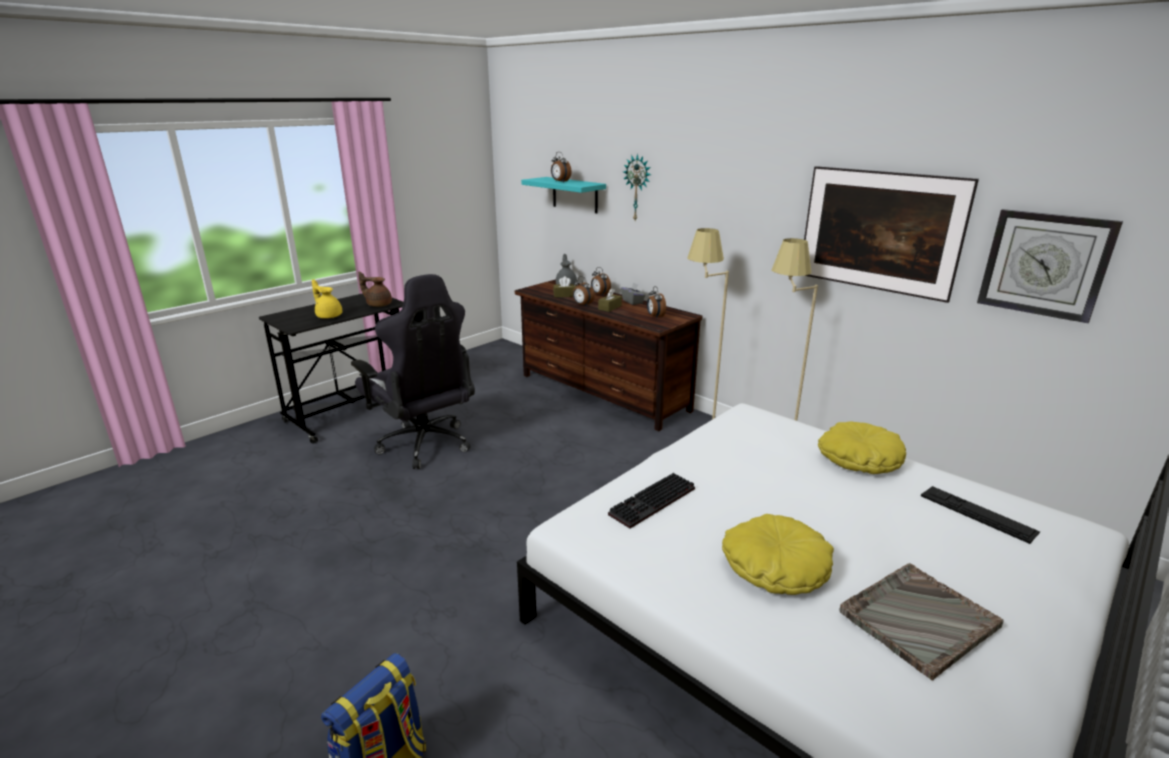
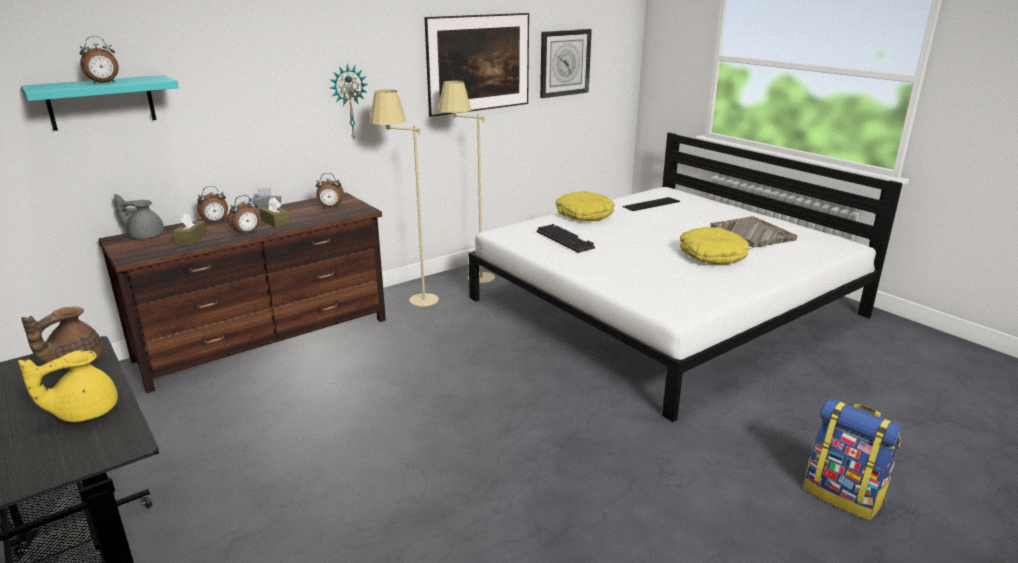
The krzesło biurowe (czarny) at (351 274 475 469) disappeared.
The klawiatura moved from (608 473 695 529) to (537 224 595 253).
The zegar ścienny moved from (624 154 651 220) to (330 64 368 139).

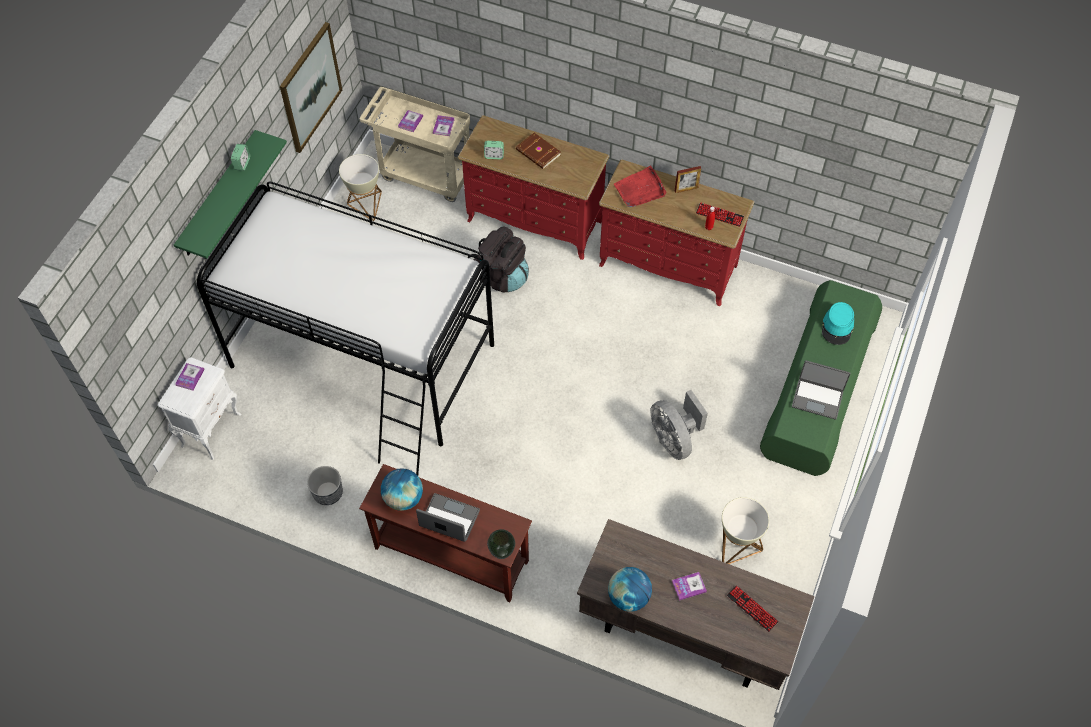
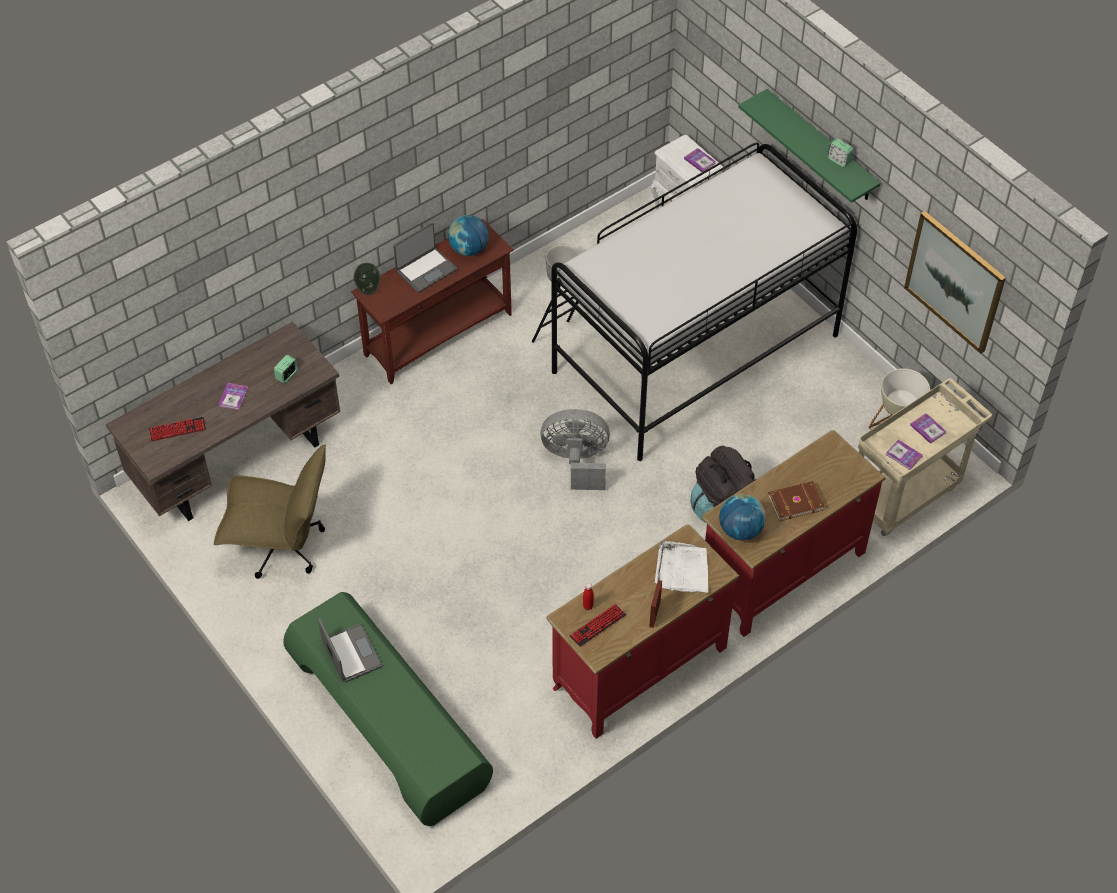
The kapelusz (turkusowy) at (822 302 854 345) disappeared.
The budzik moved from (484 141 504 159) to (274 355 297 384).
The globus moved from (608 567 652 612) to (719 494 766 540).
The wentylator (szary) moved from (650 390 708 460) to (540 409 610 490).
The donica at (722 497 769 564) was replaced by the krzesło biurowe (beżowy) at (214 444 326 579).
The taca (czerwony) at (614 166 666 207) became the taca (biały) at (655 541 708 593).
The laptop at (792 360 850 420) turned 105 degrees clockwise.

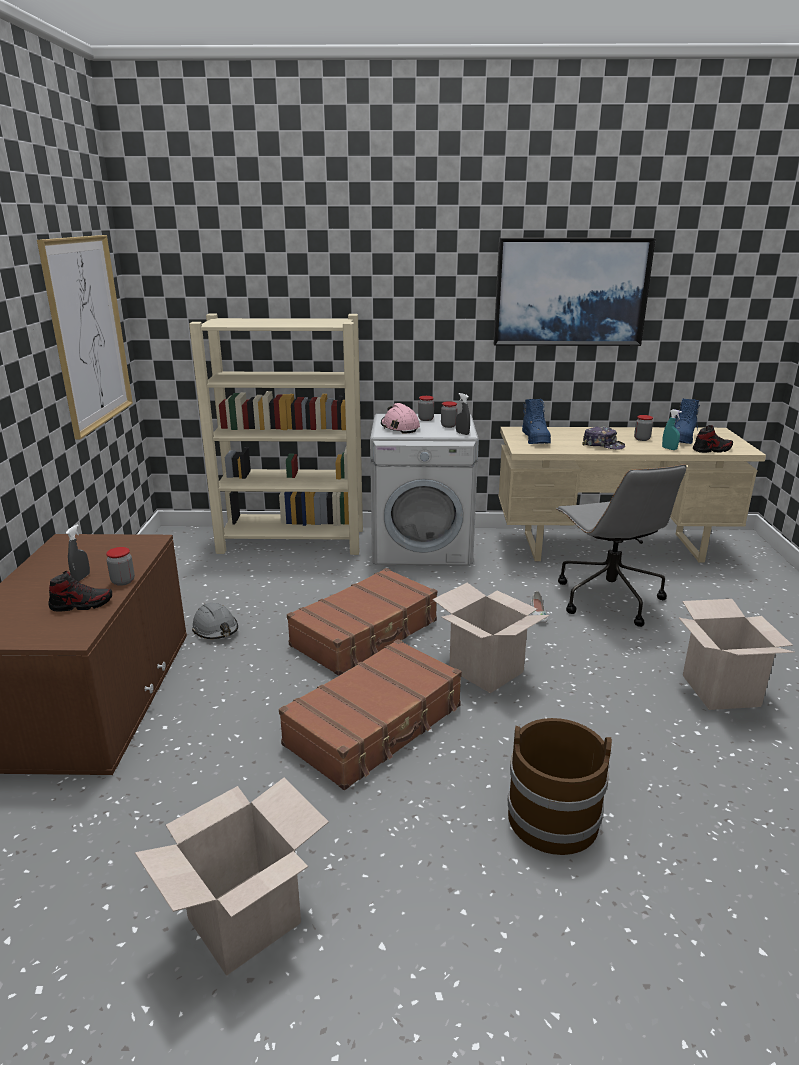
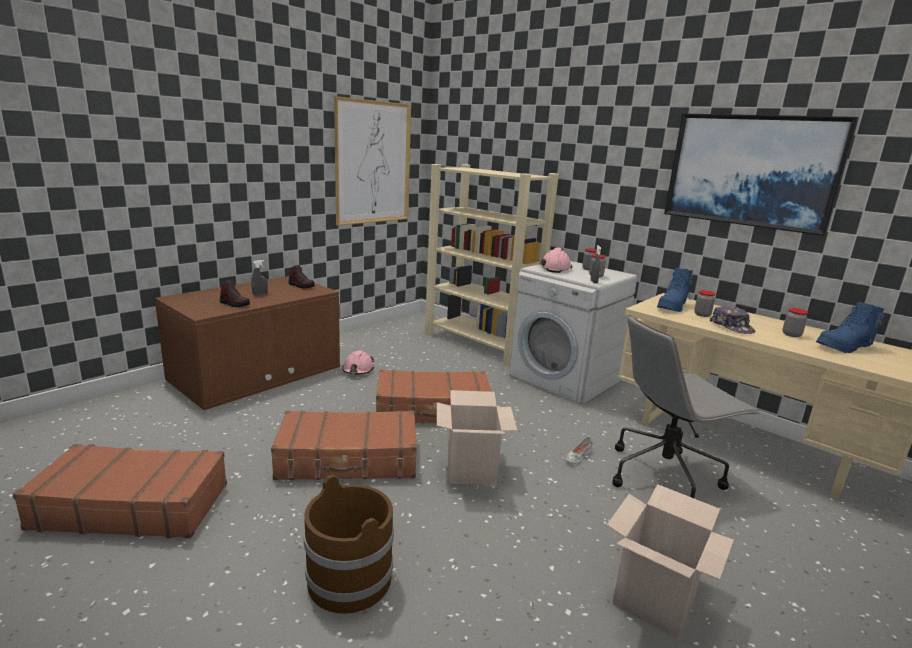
The spryskiwacz (turkusowy) at (662 409 682 450) disappeared.
The słoik moved from (106 547 135 586) to (694 290 716 317).
The but moved from (693 425 733 453) to (288 265 315 288).
The karton at (135 778 329 976) was replaced by the walizka (brązowy) at (12 444 227 538).
The kask (szary) at (192 603 238 639) became the kask (różowy) at (342 350 374 374).
The krzesło biurowe (szary) at (556 464 687 627) turned 45 degrees clockwise.

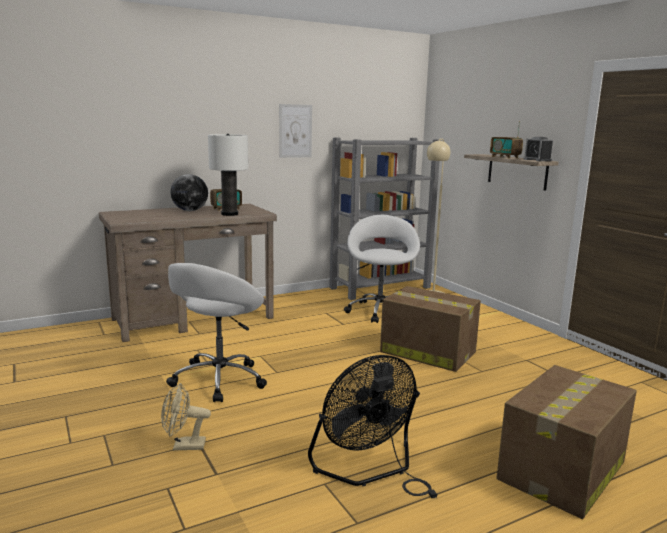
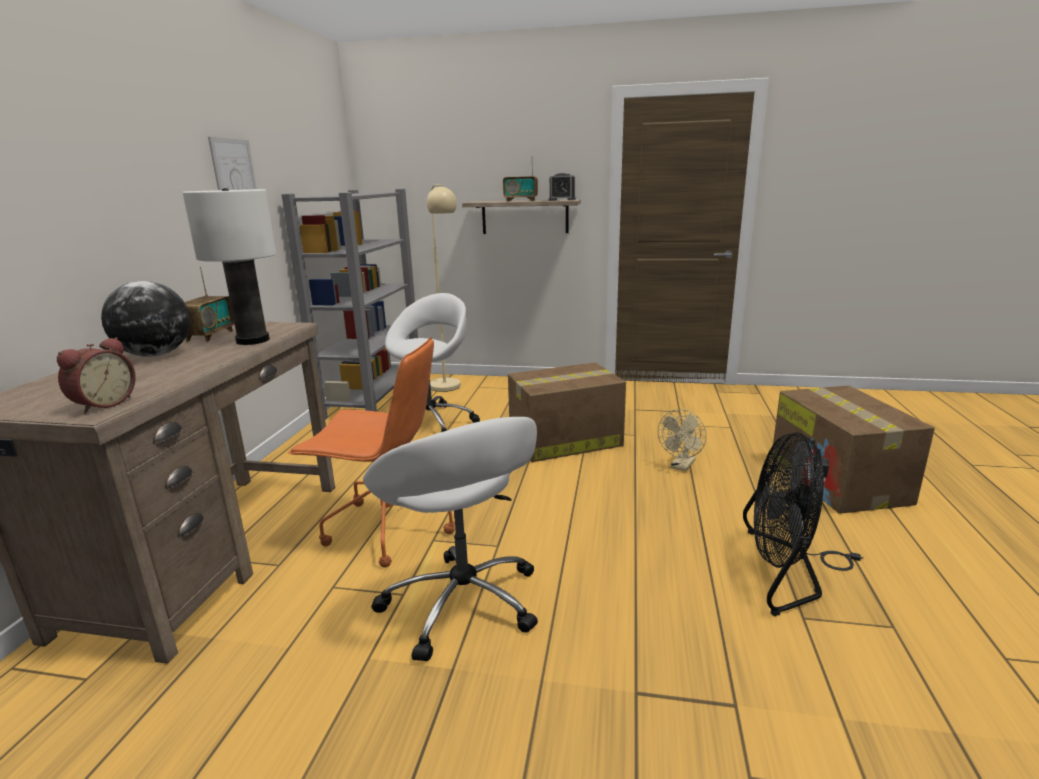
The budzik at (57 337 136 414) appeared.
The krzesło biurowe (pomarańczowy) at (288 337 455 568) appeared.
The wentylator (beżowy) moved from (161 383 211 451) to (658 409 707 471).
The krzesło biurowe (biały) at (344 215 420 323) turned 90 degrees clockwise.

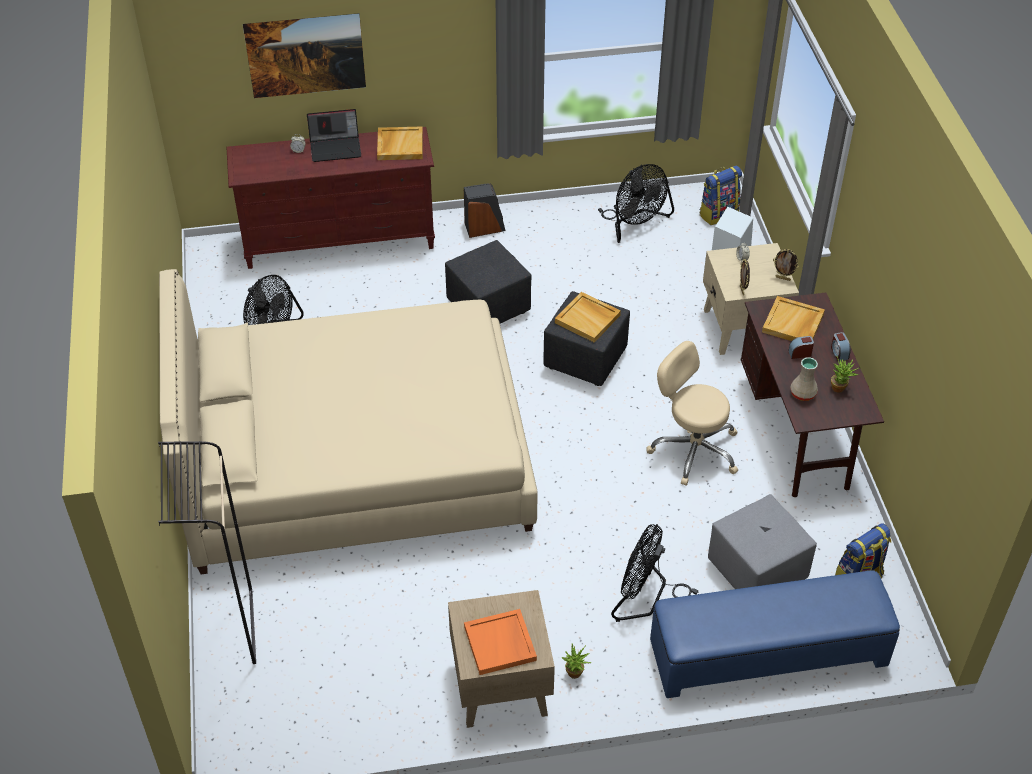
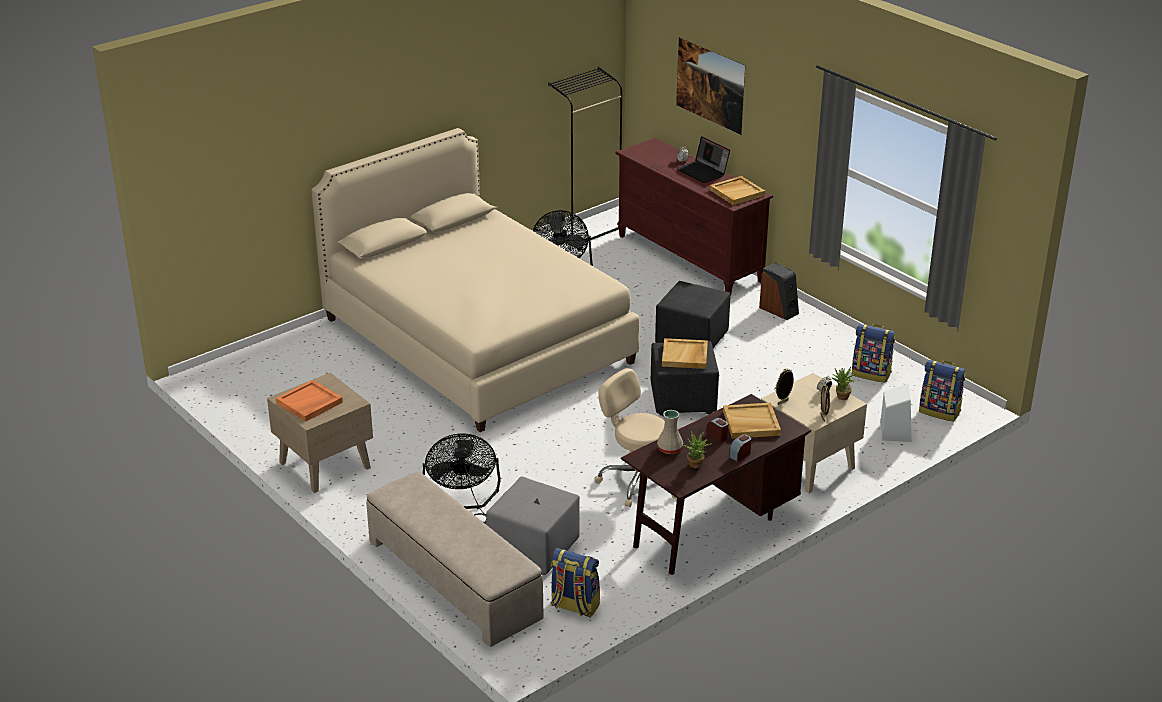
The wieszak (czarny) moved from (158 441 256 664) to (548 66 622 243).
The roślina doniczkowa moved from (561 643 592 679) to (831 367 857 400).
The wentylator (czarny) at (598 164 674 243) was replaced by the plecak at (852 324 895 383).
The ławka (niebieski) at (650 570 900 698) became the ławka (beżowy) at (366 472 544 647).
The krzesło biurowe (beżowy) at (646 341 738 486) turned 60 degrees counterclockwise.

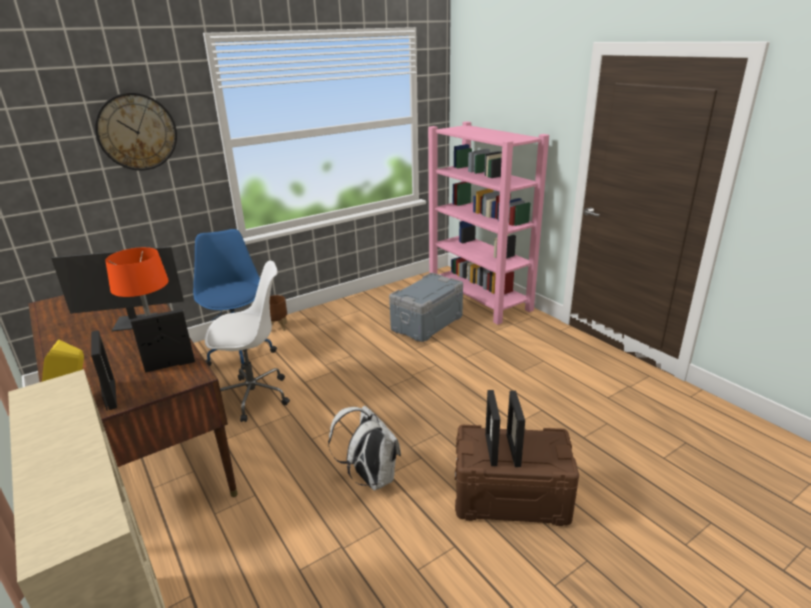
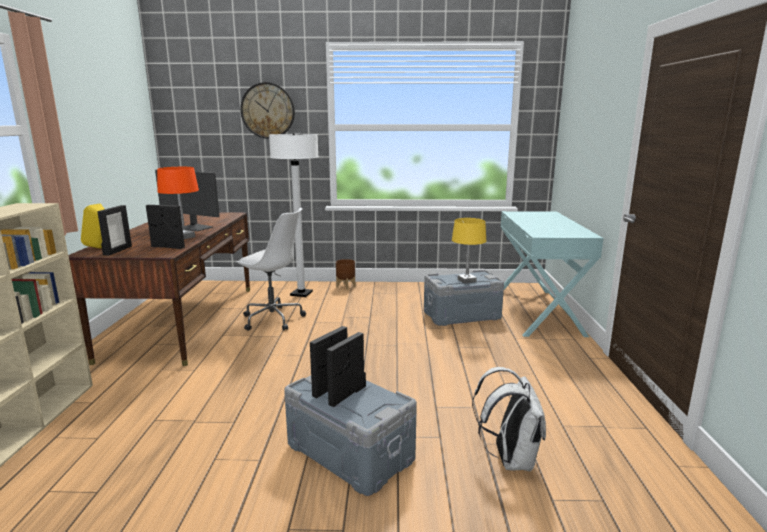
The lampa stołowa (żółty) at (452 218 486 284) appeared.
The plecak (biały) moved from (328 405 401 491) to (472 367 546 472).
The krzesło biurowe (niebieski) at (193 229 277 370) was replaced by the lampa stojąca (biały) at (269 134 319 297).
The regał (różowy) at (428 121 549 325) was replaced by the biurko (turkusowy) at (501 211 604 337).
The pojemnik do przechowywania (brązowy) at (455 425 579 526) became the pojemnik do przechowywania (szary) at (284 376 417 496).

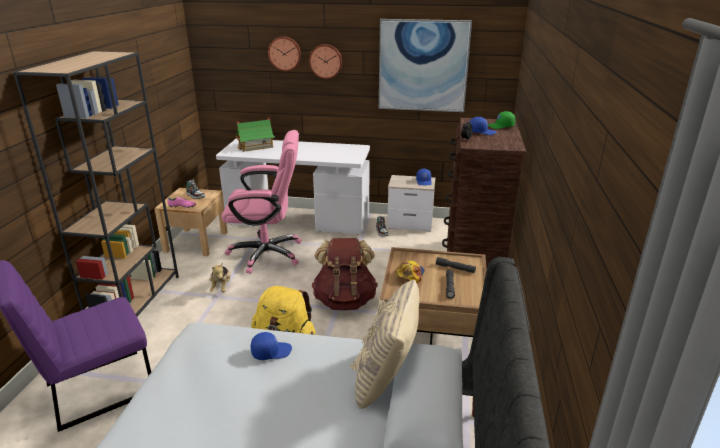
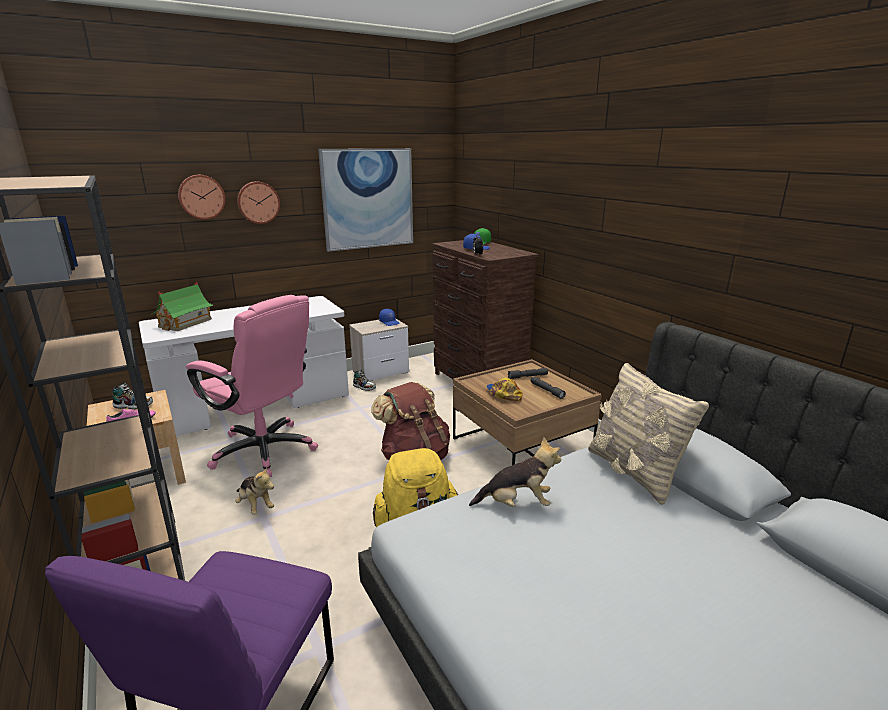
The czapka z daszkiem (niebieski) at (251 332 292 360) was replaced by the pluszak at (469 437 561 507).
The krzesło biurowe (różowy) at (222 130 302 274) turned 75 degrees clockwise.

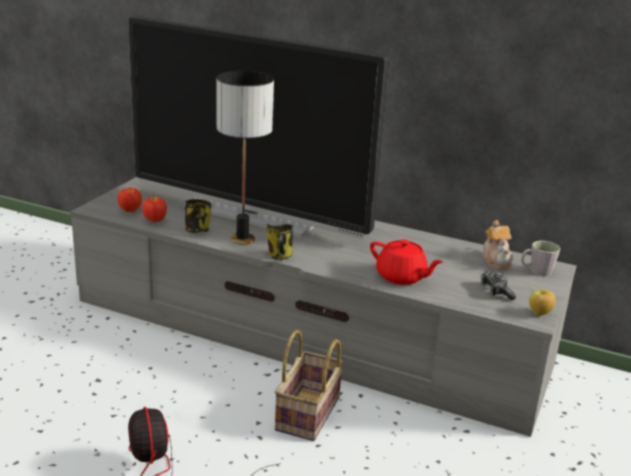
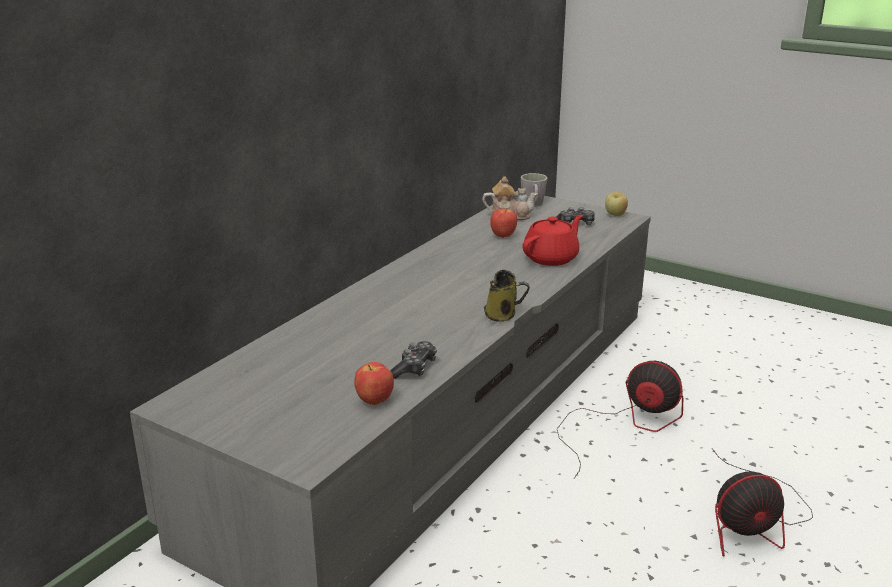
The telewizor at (128 16 389 239) disappeared.
The lampa stołowa at (217 71 274 245) disappeared.
The jabłko moved from (118 187 142 212) to (490 208 517 238).
The kubek at (185 199 212 233) was replaced by the pad do gier at (390 341 437 379).
The koszyk at (275 330 344 441) was replaced by the wentylator at (557 361 683 479).

